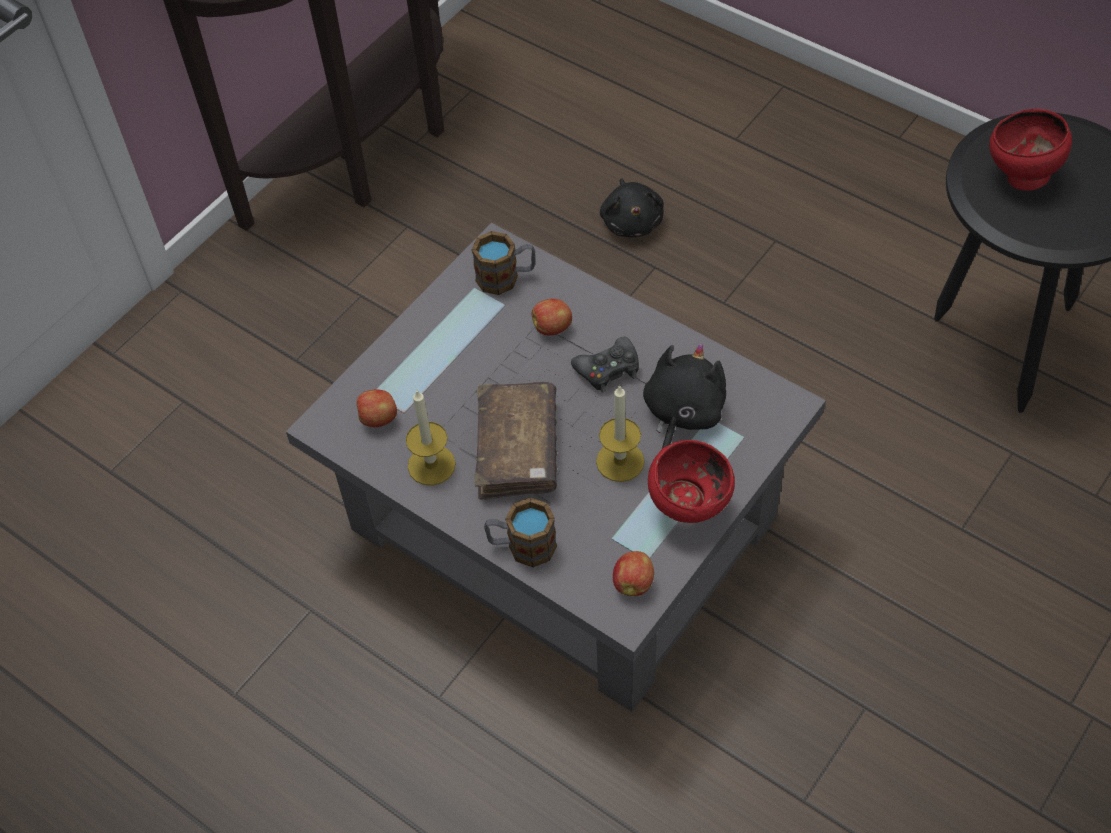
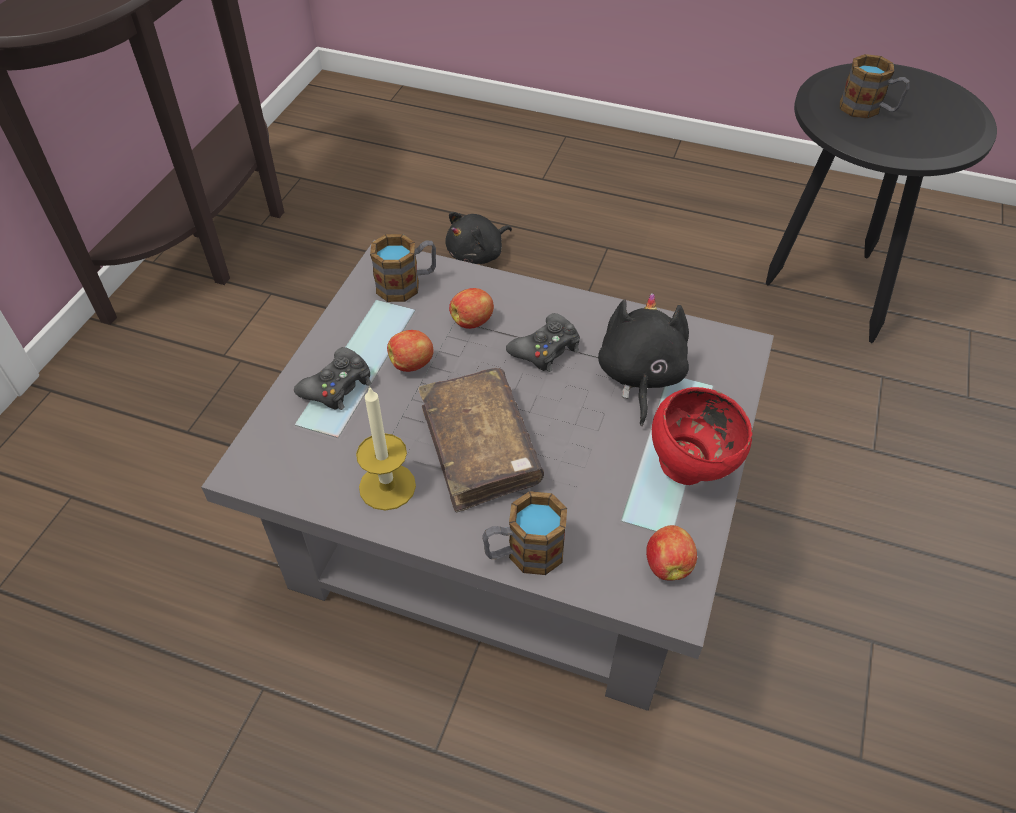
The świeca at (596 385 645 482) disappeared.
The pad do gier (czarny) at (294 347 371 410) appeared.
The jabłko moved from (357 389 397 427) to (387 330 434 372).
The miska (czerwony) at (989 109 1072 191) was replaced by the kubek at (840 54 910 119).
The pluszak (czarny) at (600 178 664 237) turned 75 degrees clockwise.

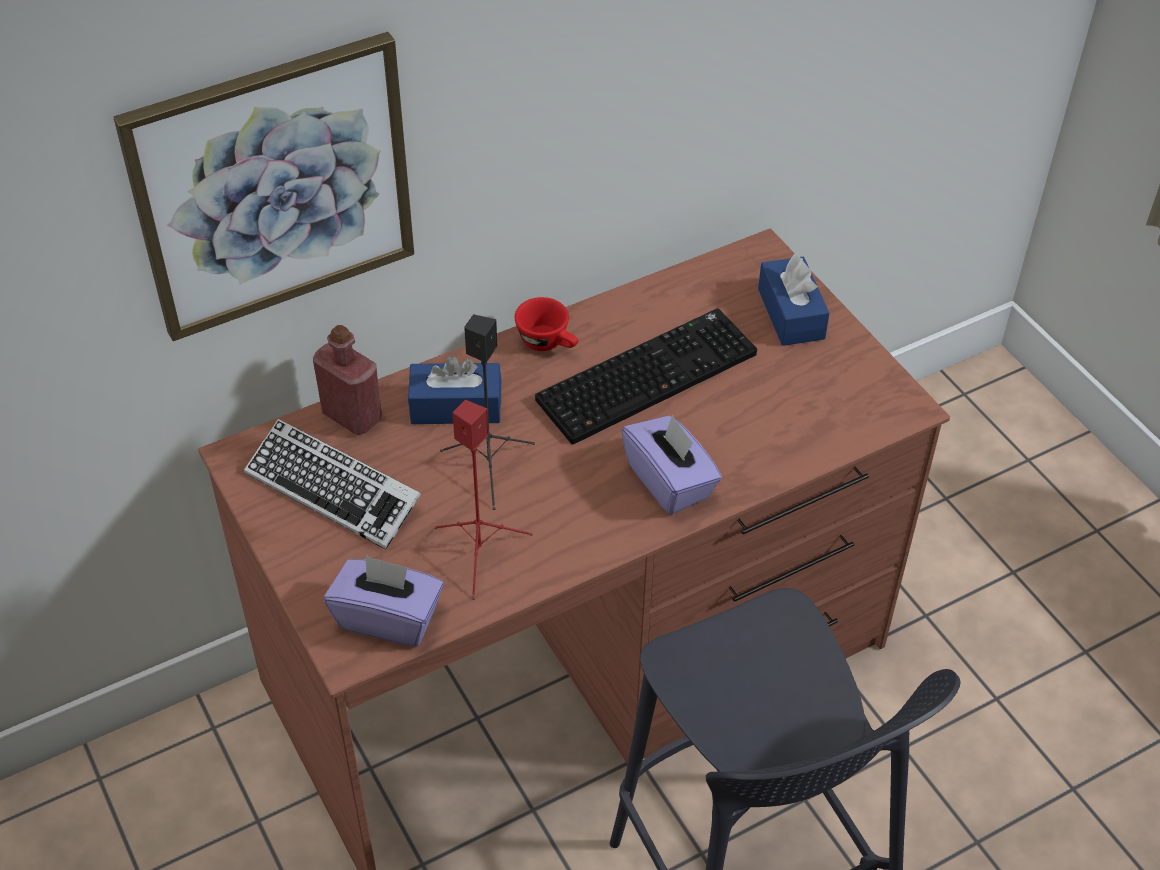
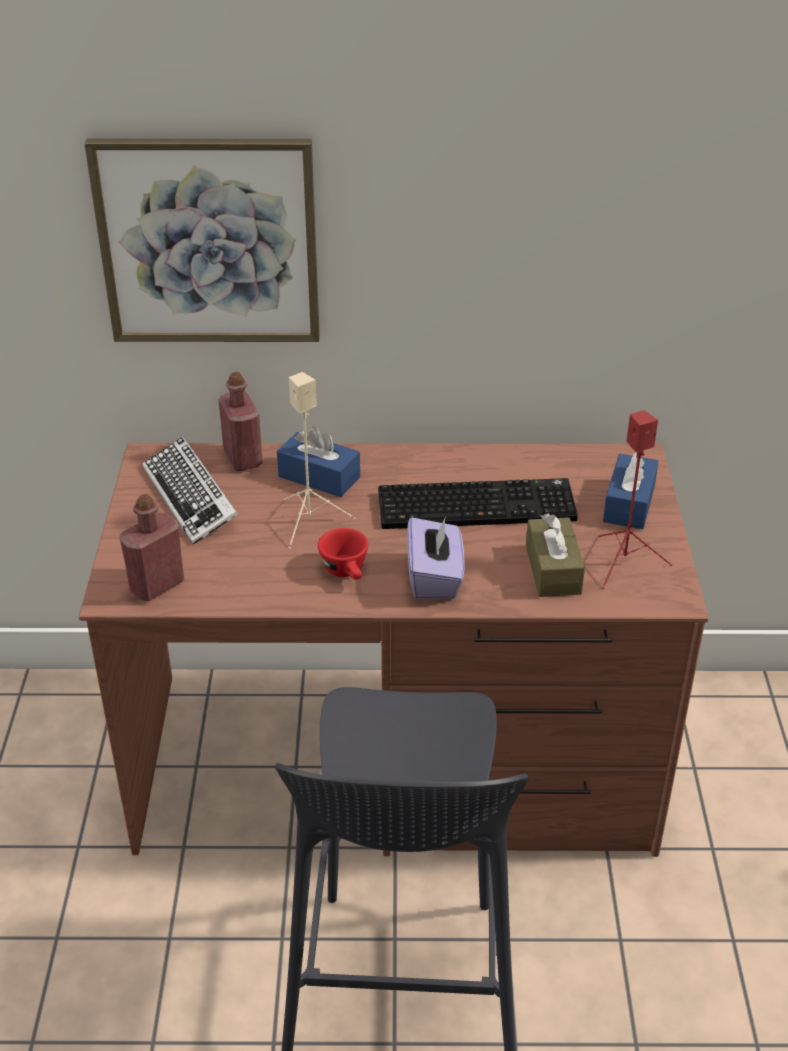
The pudełko chusteczek (brązowy) at (526 513 585 597) appeared.
The głośnik (czerwony) moved from (434 400 533 600) to (598 410 672 589).
The filiżanka (czerwony) moved from (515 297 578 351) to (318 528 368 580).
The pudełko chusteczek (fioletowy) at (324 555 444 647) was replaced by the butelka (czerwony) at (119 494 184 601).
The głośnik (czarny) at (440 314 535 510) became the głośnik (beżowy) at (284 372 355 549).

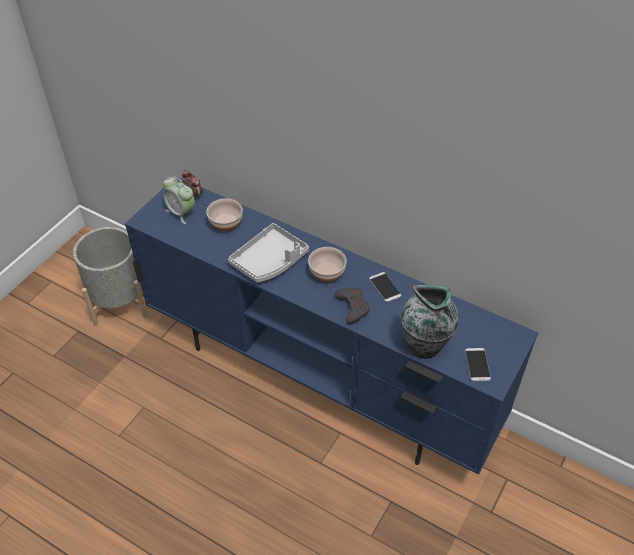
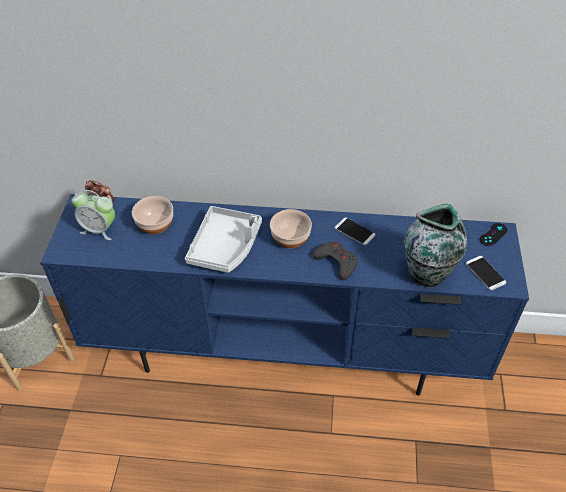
The pad do gier (czarny) at (480 223 507 246) appeared.

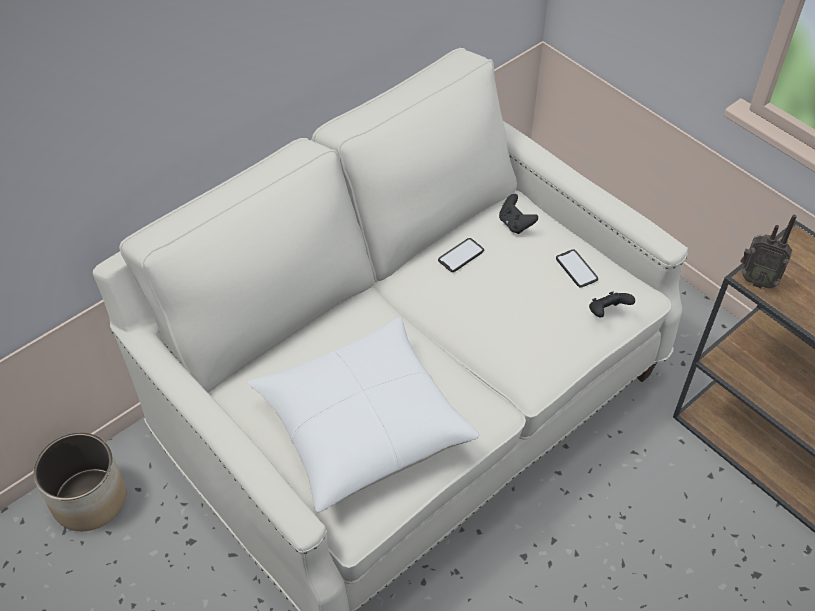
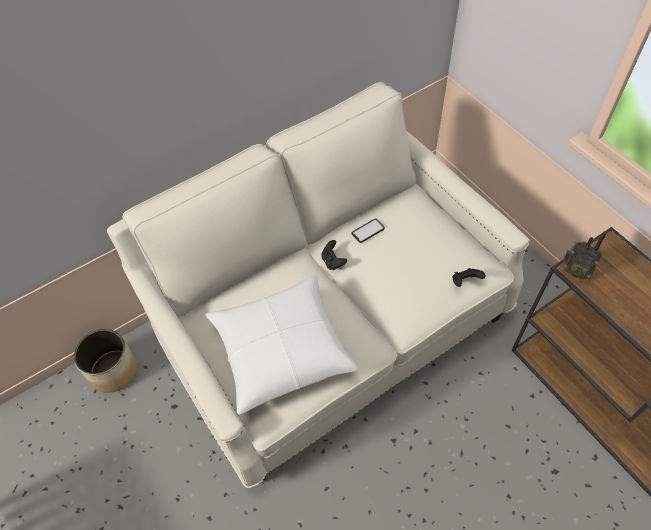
The telefon at (556 249 598 288) disappeared.
The pad do gier (czarny) moved from (499 194 538 234) to (321 240 347 270).

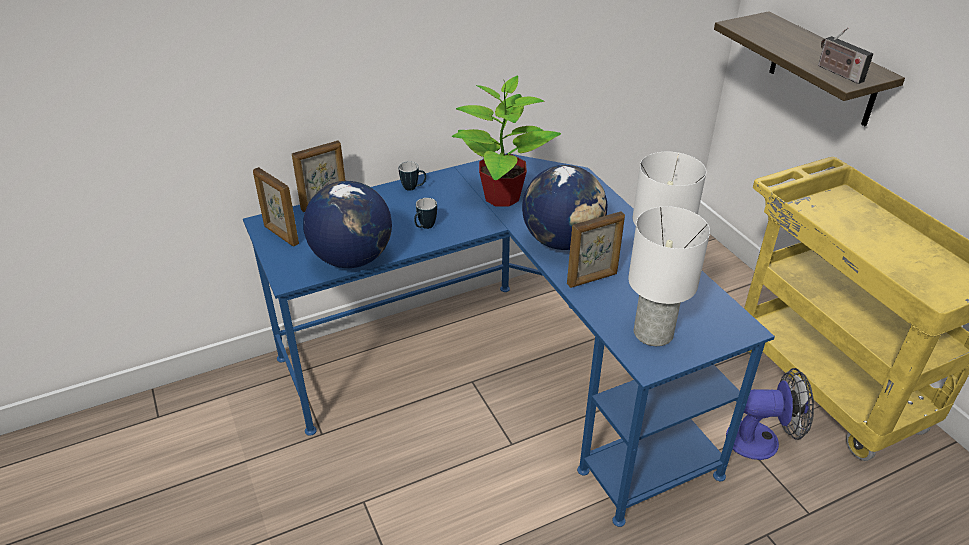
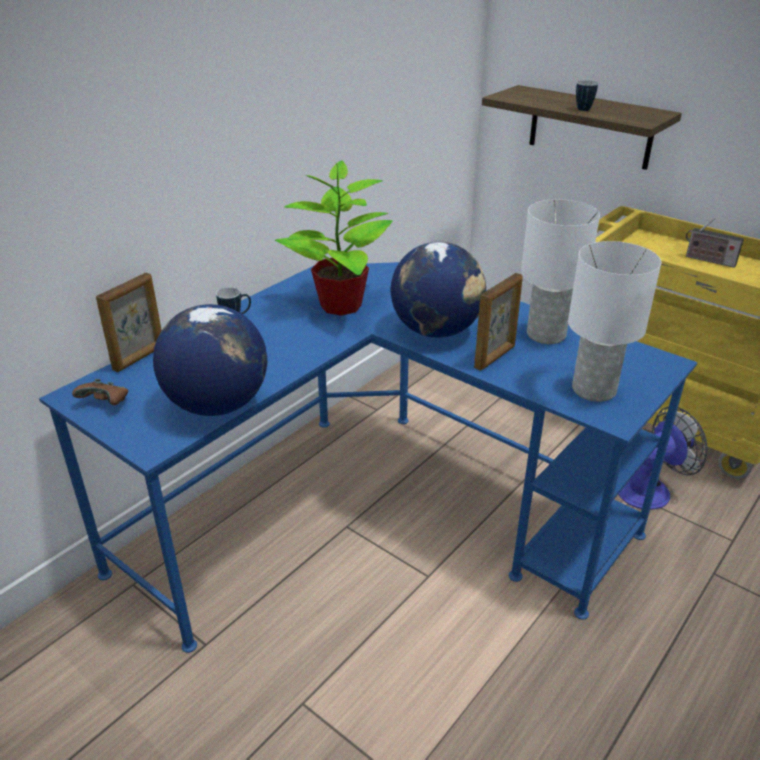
The kubek moved from (414 198 437 229) to (576 80 598 111).
The radio moved from (818 27 873 84) to (686 218 744 268).
The ramka na zdjęcie at (253 167 299 246) was replaced by the pad do gier (brązowy) at (72 379 128 405).

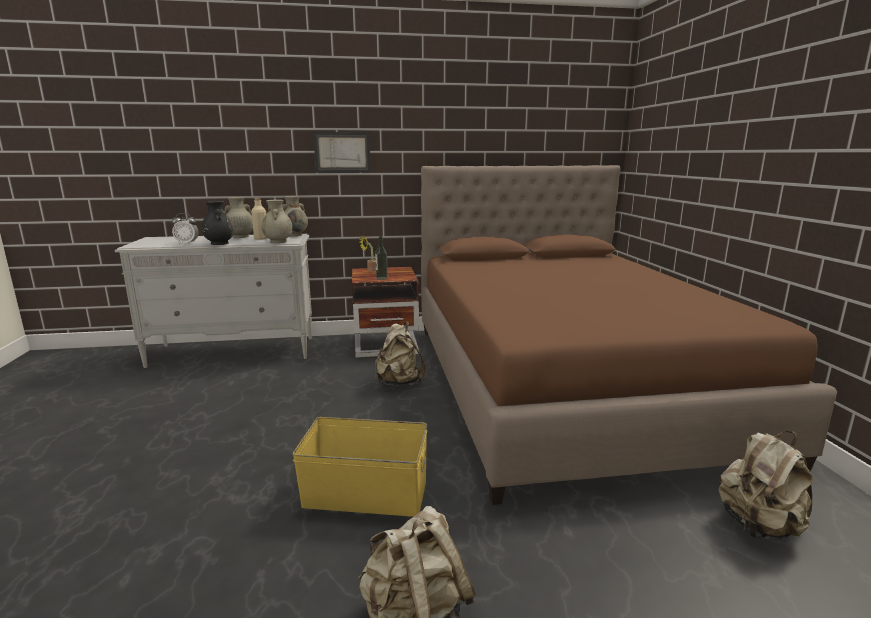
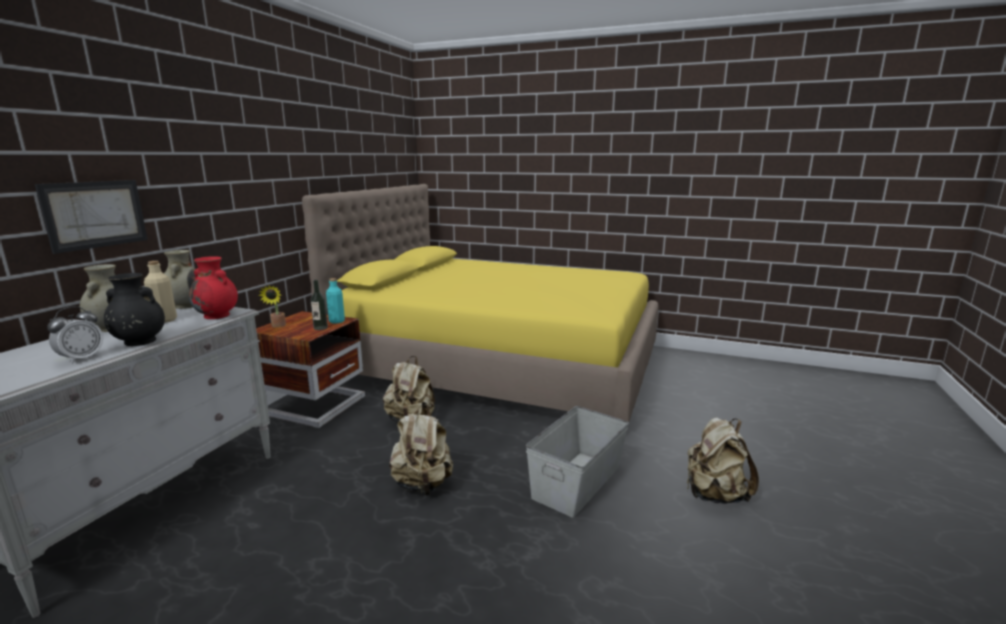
The butelka (turkusowy) at (326 278 345 324) appeared.
The obraz moved from (313 132 371 173) to (35 180 148 254).
The plecak (beżowy) moved from (718 431 813 539) to (389 404 453 495).
The wazon (beżowy) at (262 200 293 243) became the wazon (czerwony) at (189 256 238 319).
The pojemnik do przechowywania (żółty) at (293 417 427 517) became the pojemnik do przechowywania (szary) at (526 406 629 518).
The łóżko (brązowy) at (421 165 837 505) became the łóżko (żółty) at (302 184 659 422).

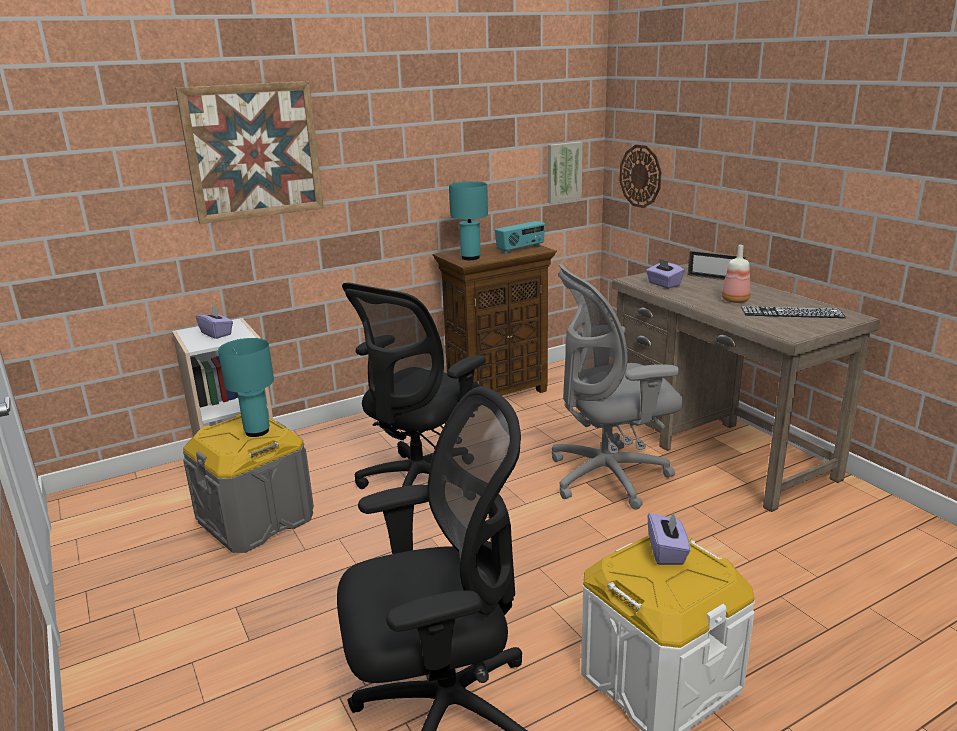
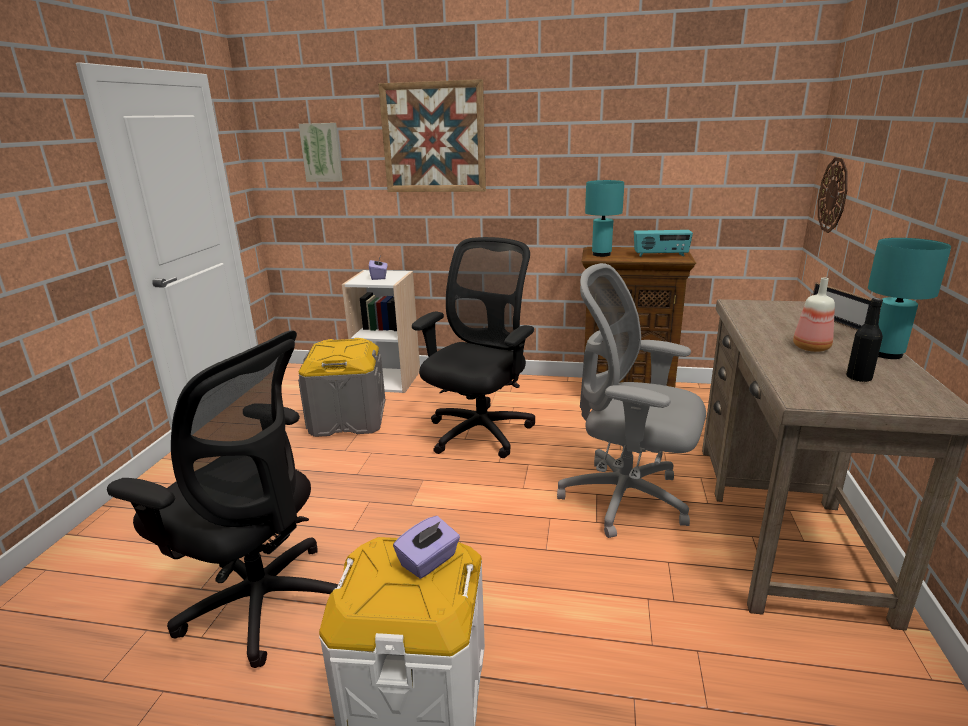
The pudełko chusteczek (fioletowy) at (646 258 685 289) disappeared.
The lampa stołowa (turkusowy) moved from (218 338 274 437) to (868 238 951 359).
The obraz moved from (548 142 583 204) to (299 123 343 182).
The klawiatura at (741 306 846 318) was replaced by the butelka (czarny) at (846 298 883 382).
The krzesło biurowe (czarny) at (342 283 486 489) turned 135 degrees clockwise.

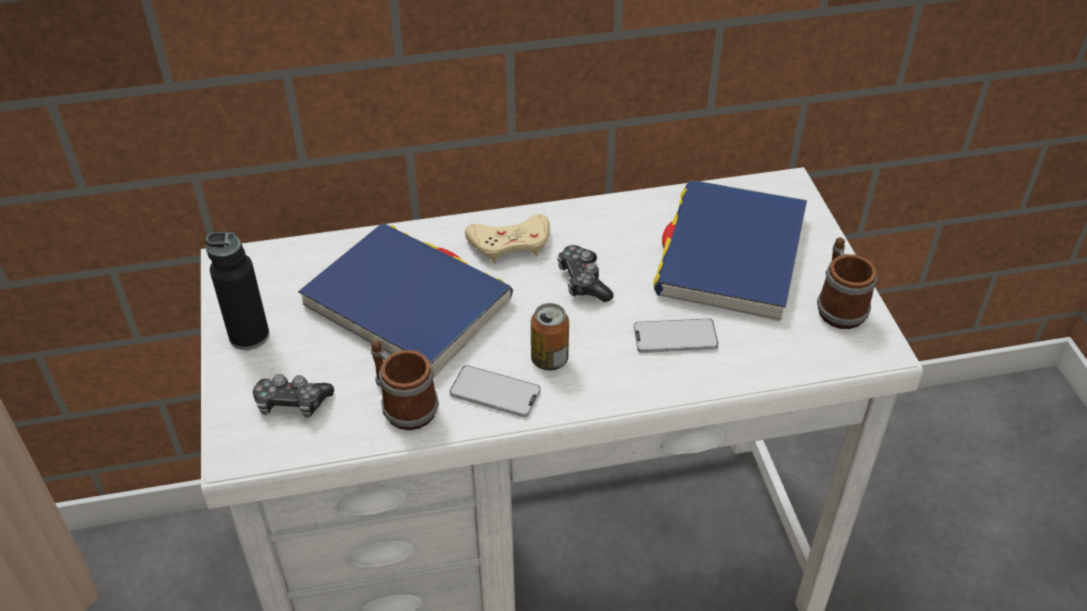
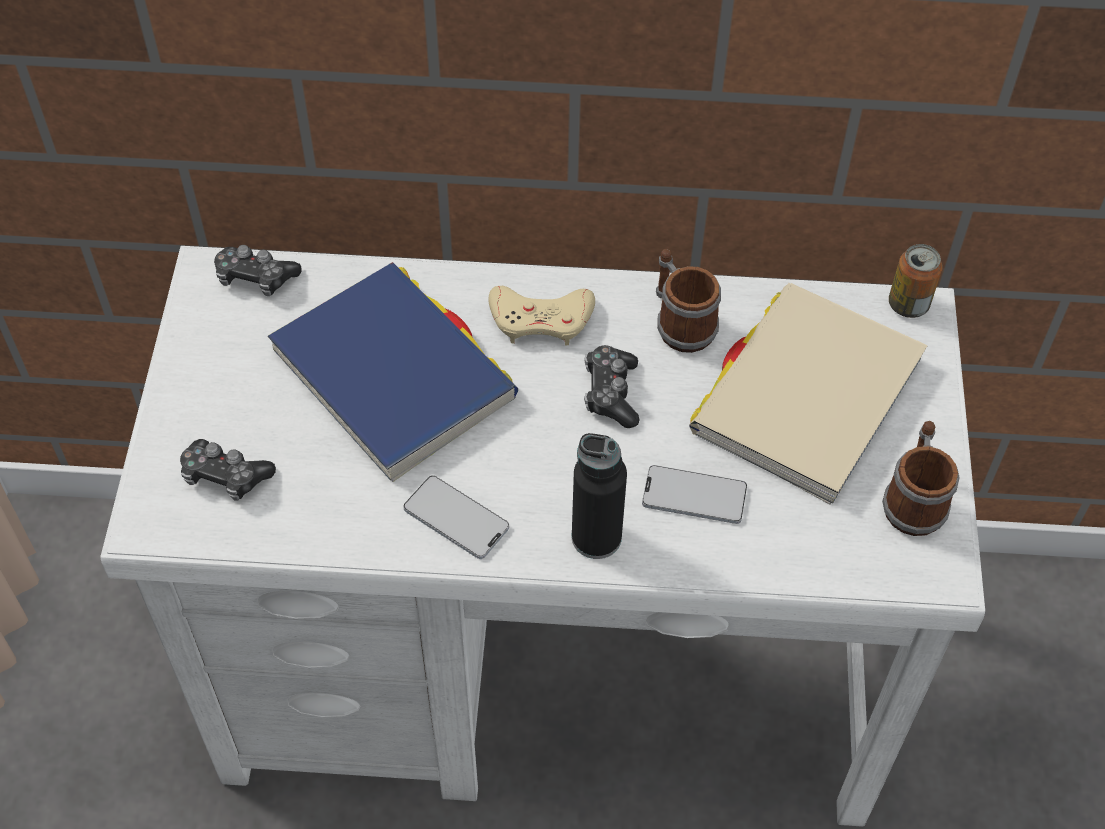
The pad do gier at (214 245 302 296) appeared.
The butelka (czarny) moved from (205 231 269 350) to (572 433 627 559).
The kubek moved from (371 340 439 430) to (656 249 721 353).
The puszka moved from (531 303 569 371) to (889 244 942 318).
The książka (niebieski) at (653 180 807 322) became the książka (beżowy) at (689 283 928 505).

